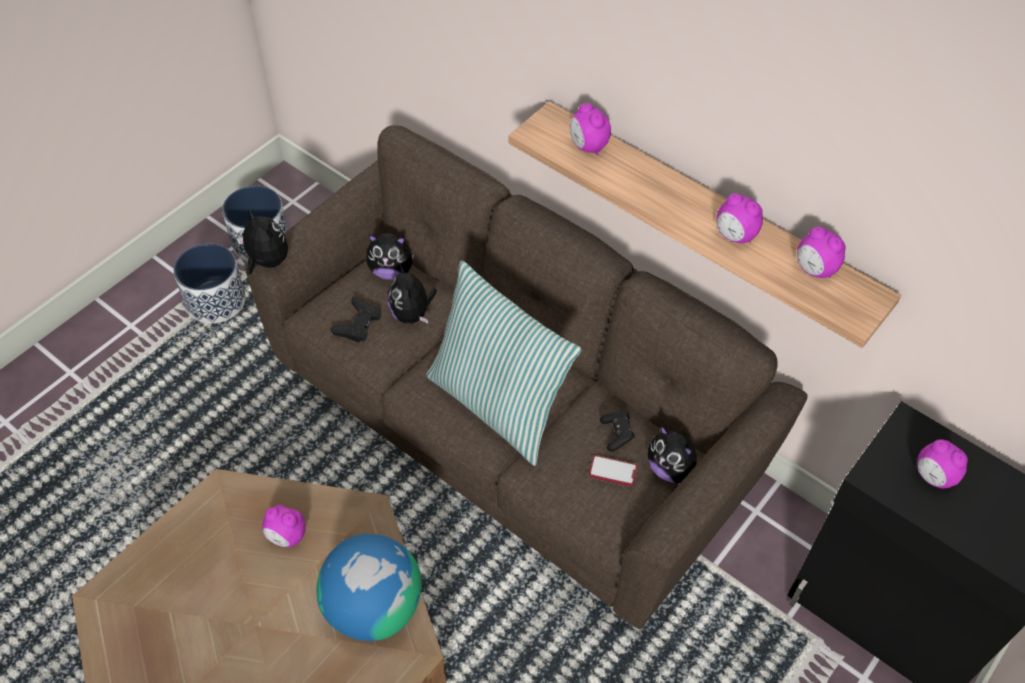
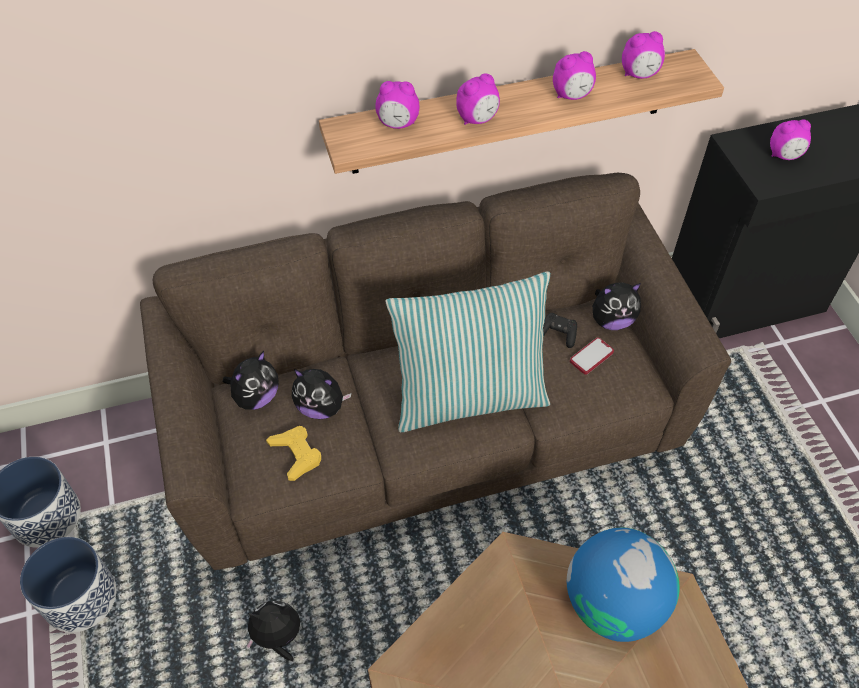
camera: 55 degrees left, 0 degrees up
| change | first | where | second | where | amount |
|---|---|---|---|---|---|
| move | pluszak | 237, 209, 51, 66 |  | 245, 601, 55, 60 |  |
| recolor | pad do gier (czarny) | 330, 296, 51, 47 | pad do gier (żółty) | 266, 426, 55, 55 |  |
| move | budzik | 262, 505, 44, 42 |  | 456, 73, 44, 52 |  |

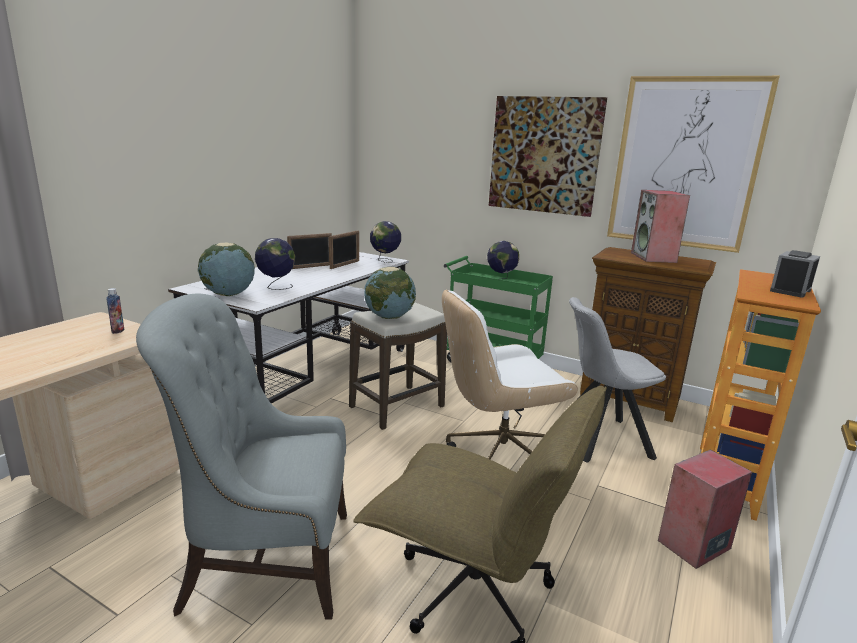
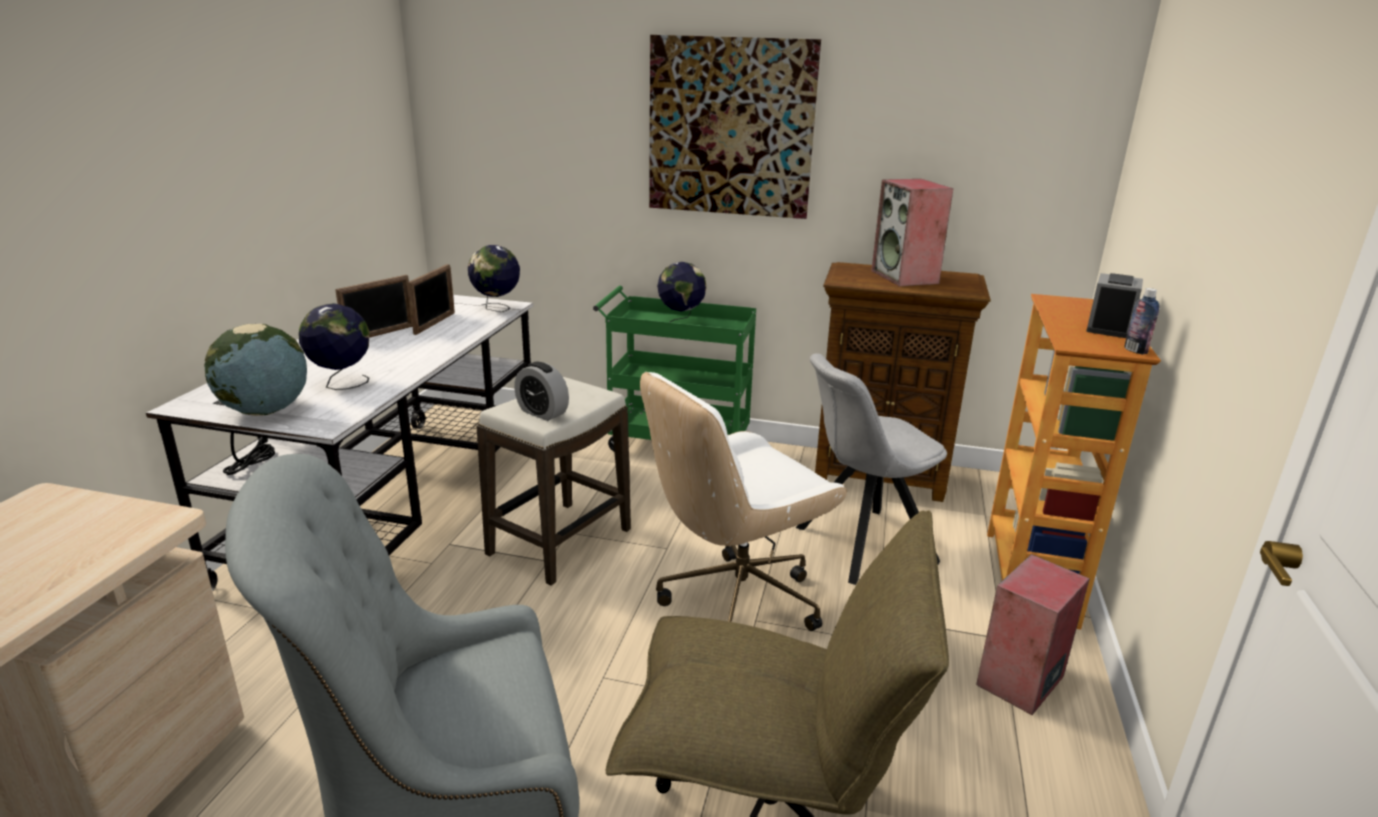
camera: 15 degrees left, 5 degrees up
| change | first | where | second | where | amount |
|---|---|---|---|---|---|
| replace | globus | 364, 267, 52, 52 | budzik | 514, 362, 55, 59 |  |
| move | butelka | 106, 288, 18, 46 |  | 1124, 288, 35, 67 |  |
| delete | obraz | 607, 76, 173, 177 |  |  |  |

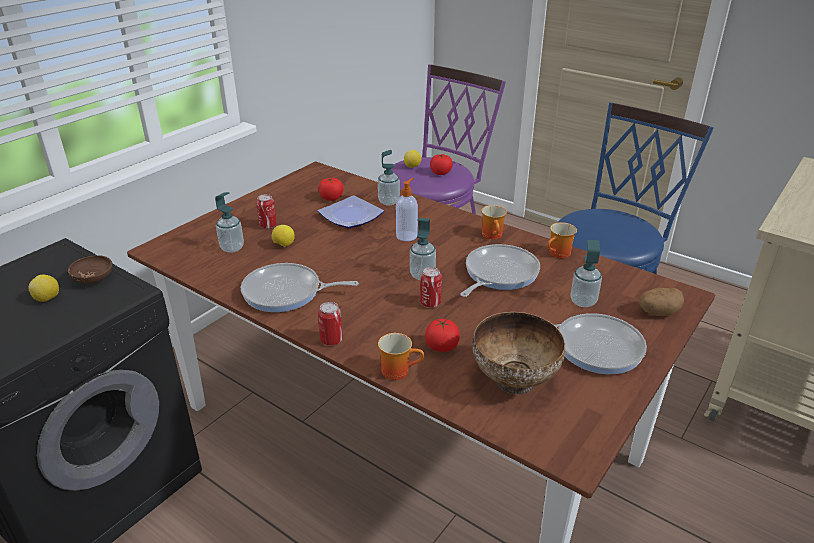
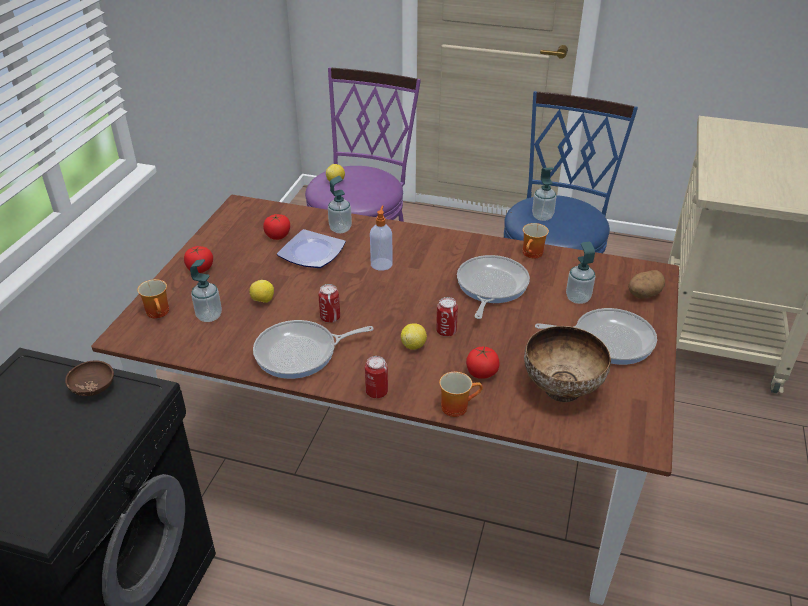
camera: 20 degrees left, 5 degrees up
| change | first | where | second | where | amount |
|---|---|---|---|---|---|
| move | kubek | 481, 205, 26, 35 |  | 137, 279, 32, 39 |  |
| move | pomidor | 430, 154, 23, 21 |  | 184, 246, 29, 27 |  |
| move | puszka | 256, 194, 21, 35 |  | 318, 284, 22, 39 |  |
| move | cytryna | 28, 275, 31, 27 |  | 401, 323, 26, 27 |  |
| move | dozownik mydła | 410, 218, 26, 62 |  | 532, 167, 24, 54 |  |

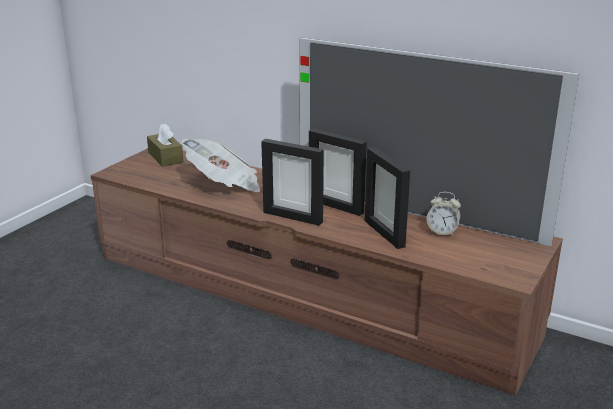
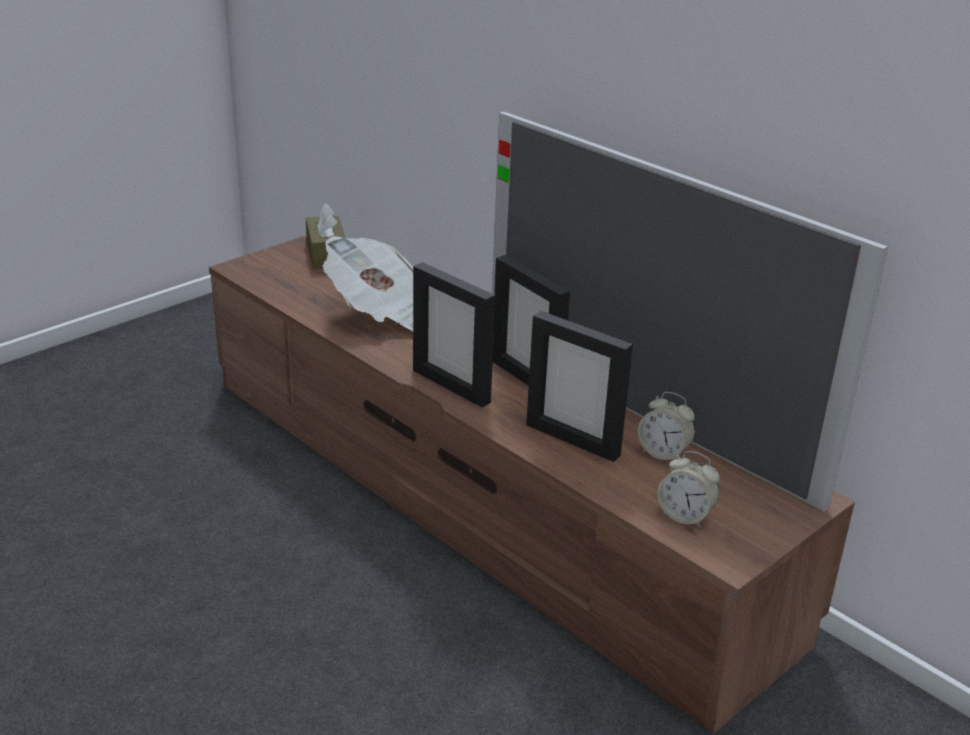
camera: 15 degrees right, 5 degrees up
| change | first | where | second | where | amount |
|---|---|---|---|---|---|
| rotate | ramka na zdjęcie | 365, 147, 45, 102 |  | 526, 311, 107, 151 | 45 degrees counterclockwise |
| insert |  |  | budzik | 657, 451, 63, 77 |  |

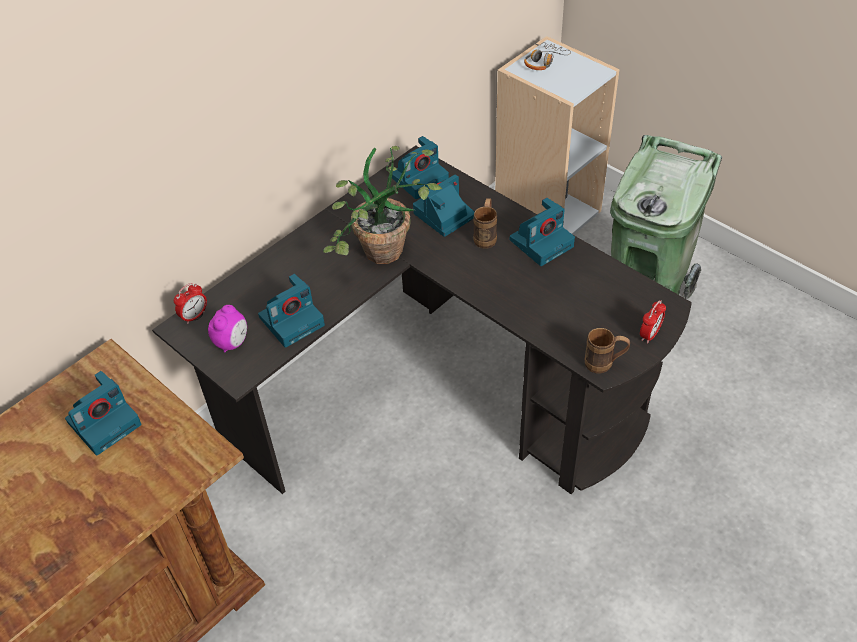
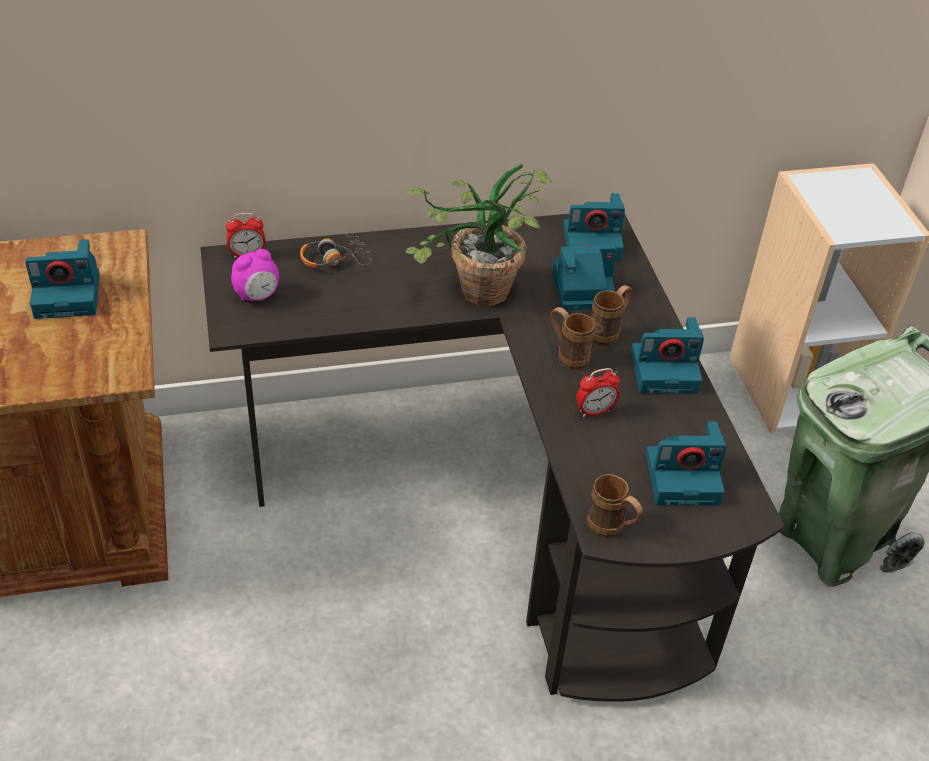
camera: 30 degrees right, 5 degrees down
| change | first | where | second | where | amount |
|---|---|---|---|---|---|
| move | słuchawki | 524, 42, 47, 28 |  | 300, 232, 72, 36 |  |
| insert |  |  | kubek (brązowy) | 550, 307, 45, 63 |  |
| move | budzik | 640, 300, 26, 44 |  | 576, 368, 44, 49 |  |
| move | aparat fotograficzny | 258, 274, 67, 74 |  | 646, 421, 81, 84 |  |

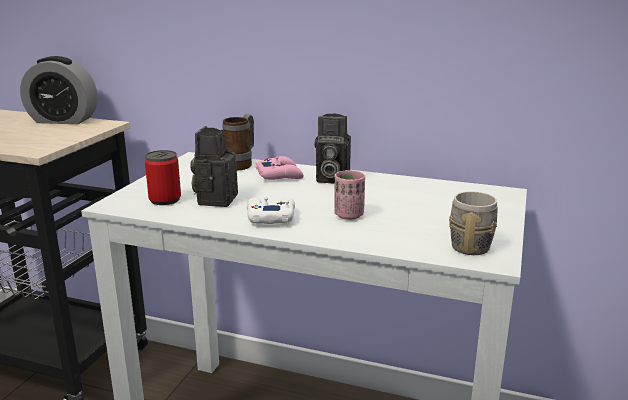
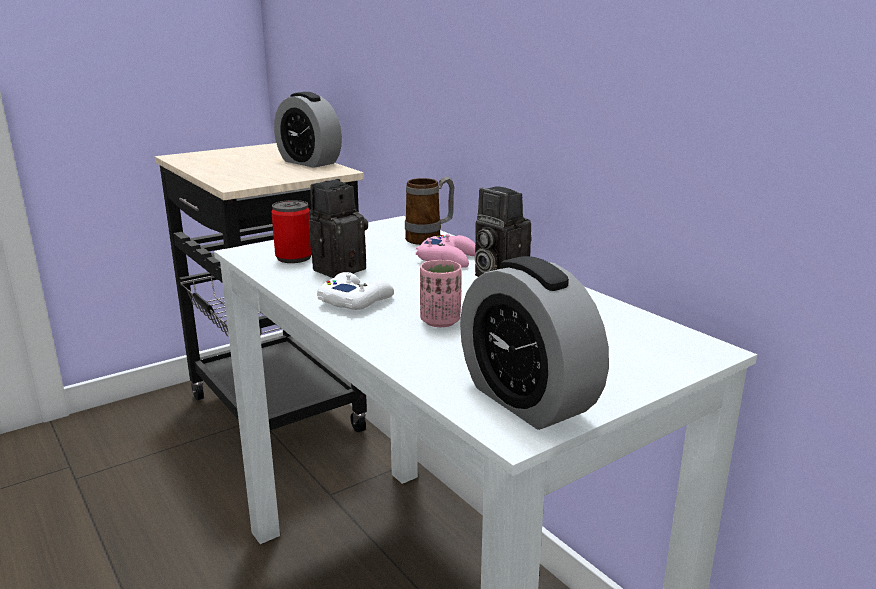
camera: 35 degrees right, 0 degrees up
| change | first | where | second | where | amount |
|---|---|---|---|---|---|
| replace | kubek (szary) | 449, 191, 49, 64 | budzik | 460, 256, 149, 174 |  |

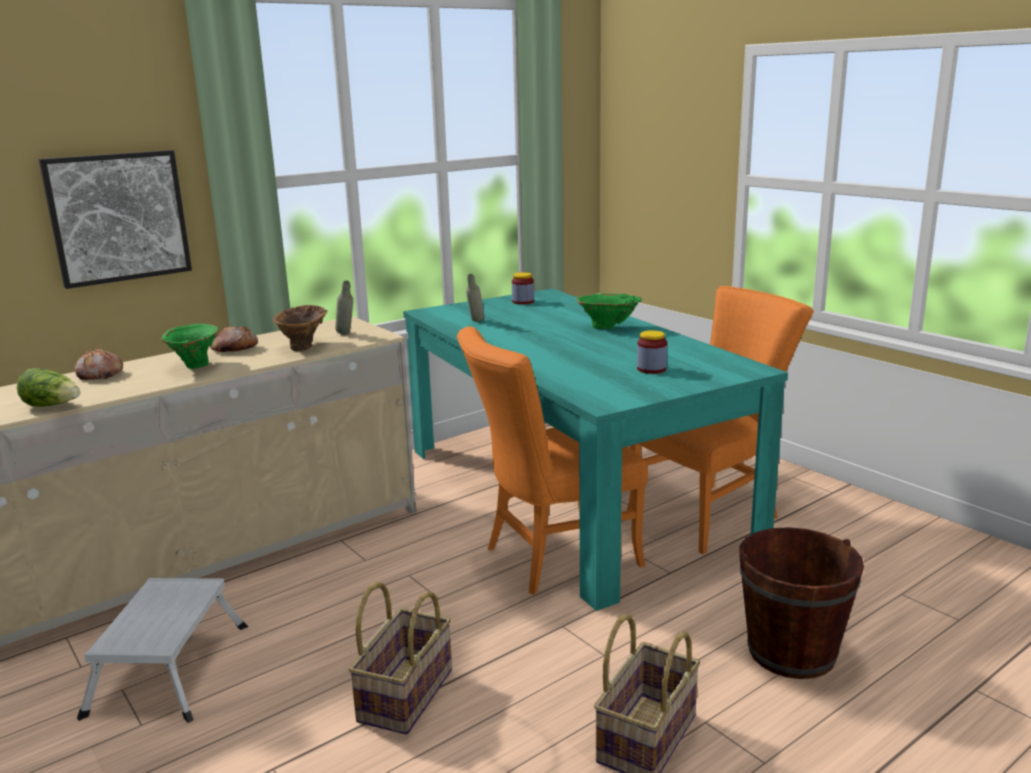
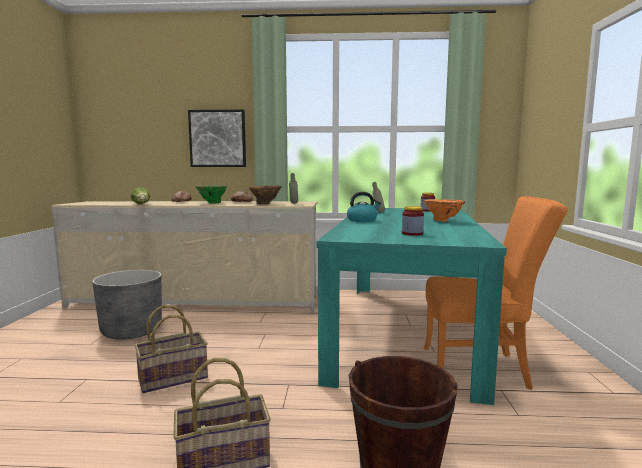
camera: 40 degrees right, 10 degrees down
| change | first | where | second | where | amount |
|---|---|---|---|---|---|
| replace | drabinka (biały) | 77, 578, 171, 145 | donica (szary) | 92, 269, 70, 71 |  |
| insert |  |  | czajnik | 347, 192, 34, 30 |  |
| recolor | wazon (zielony) | 577, 293, 64, 36 | wazon (pomarańczowy) | 424, 199, 41, 23 |  |
| delete | krzesło (pomarańczowy) | 457, 327, 191, 268 |  |  |  |

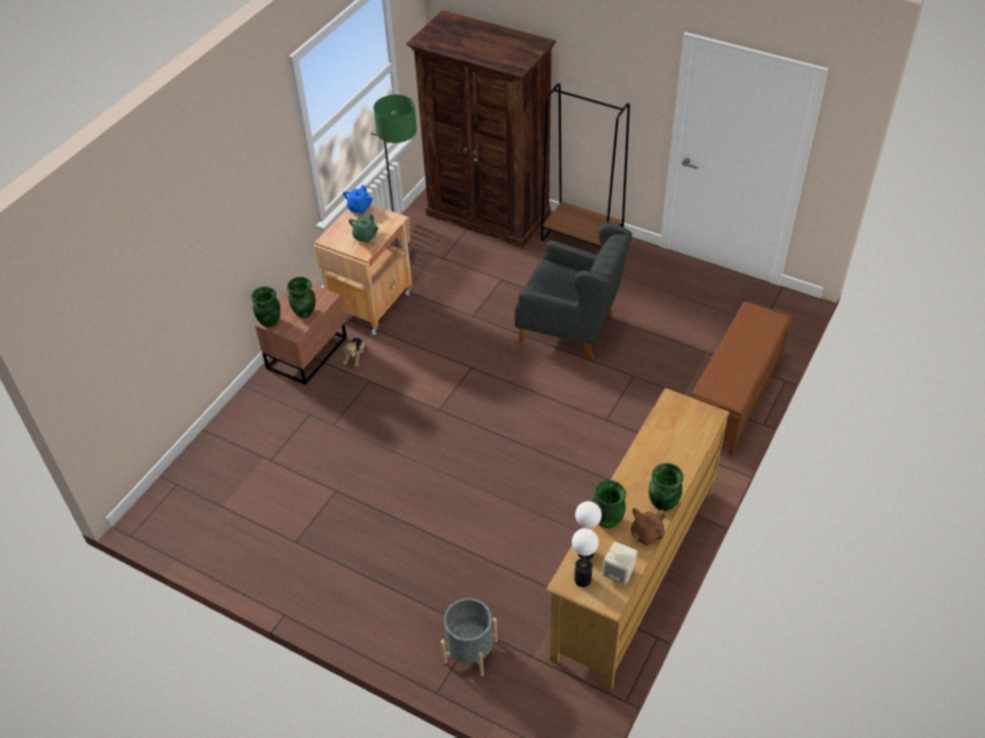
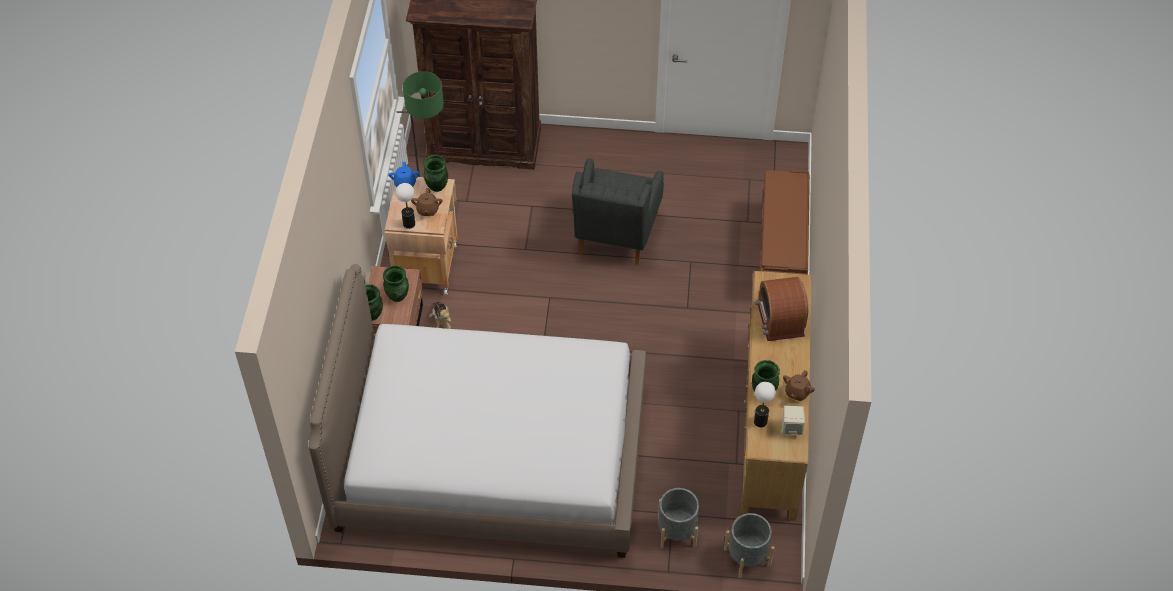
camera: 25 degrees left, 5 degrees up
| change | first | where | second | where | amount |
|---|---|---|---|---|---|
| insert |  |  | łóżko | 309, 264, 337, 294 |  |
| move | lampa stołowa | 572, 528, 27, 59 |  | 396, 183, 19, 46 |  |
| recolor | imbryk (zielony) | 349, 213, 29, 30 | imbryk (brązowy) | 411, 188, 31, 28 |  |
| move | wazon (zielony) | 649, 463, 34, 48 |  | 423, 155, 25, 37 |  |
| rotate | fotel (szary) | 515, 223, 117, 137 |  | 572, 158, 92, 107 | 105 degrees clockwise |
| insert |  |  | donica (szary) | 724, 513, 51, 65 |  |
| insert |  |  | radio | 755, 277, 53, 64 |  |
| delete | wieszak | 541, 83, 89, 164 |  |  |  |

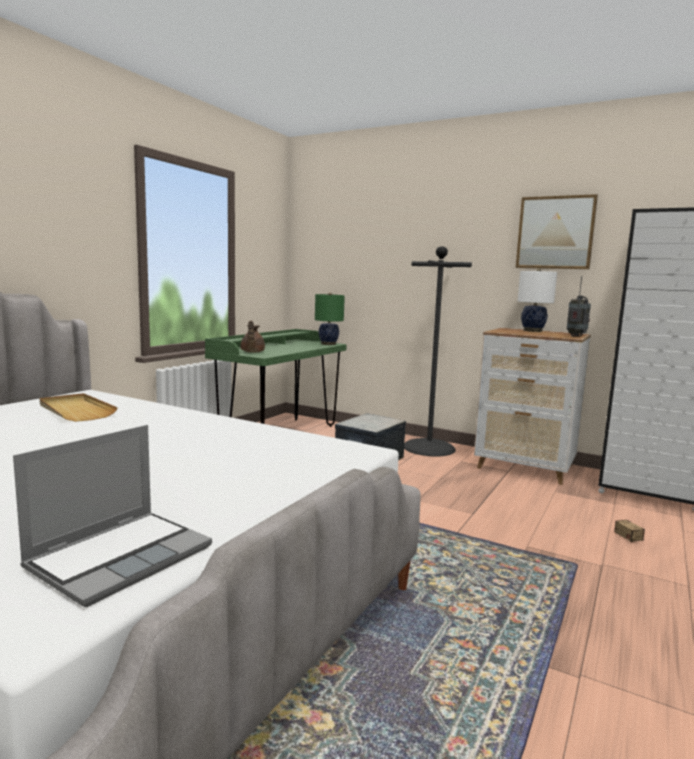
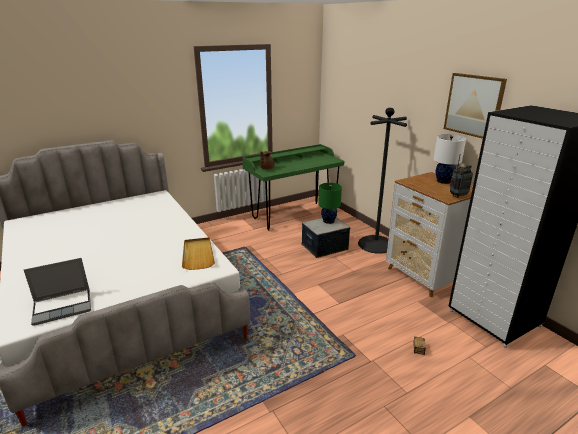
camera: 30 degrees right, 15 degrees up
| change | first | where | second | where | amount |
|---|---|---|---|---|---|
| move | taca (beżowy) | 40, 393, 78, 29 |  | 182, 237, 33, 33 |  |
| move | lampa stołowa (zielony) | 315, 292, 30, 53 |  | 318, 183, 24, 41 |  |

